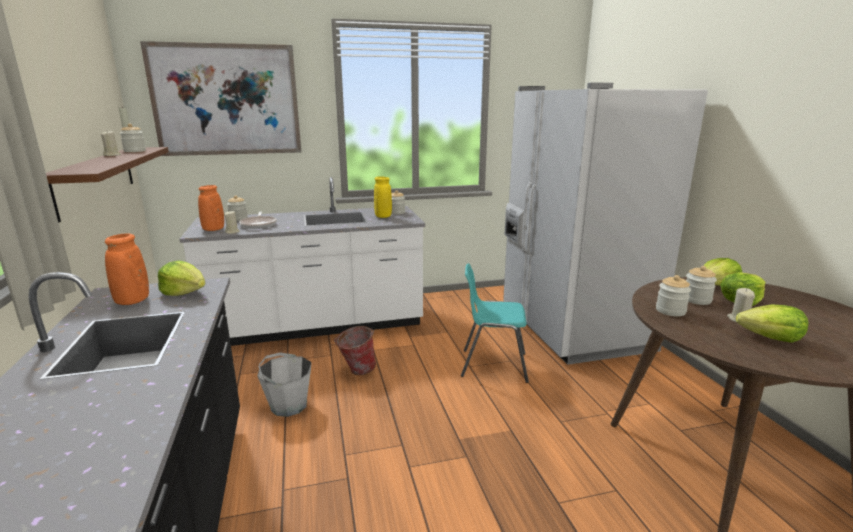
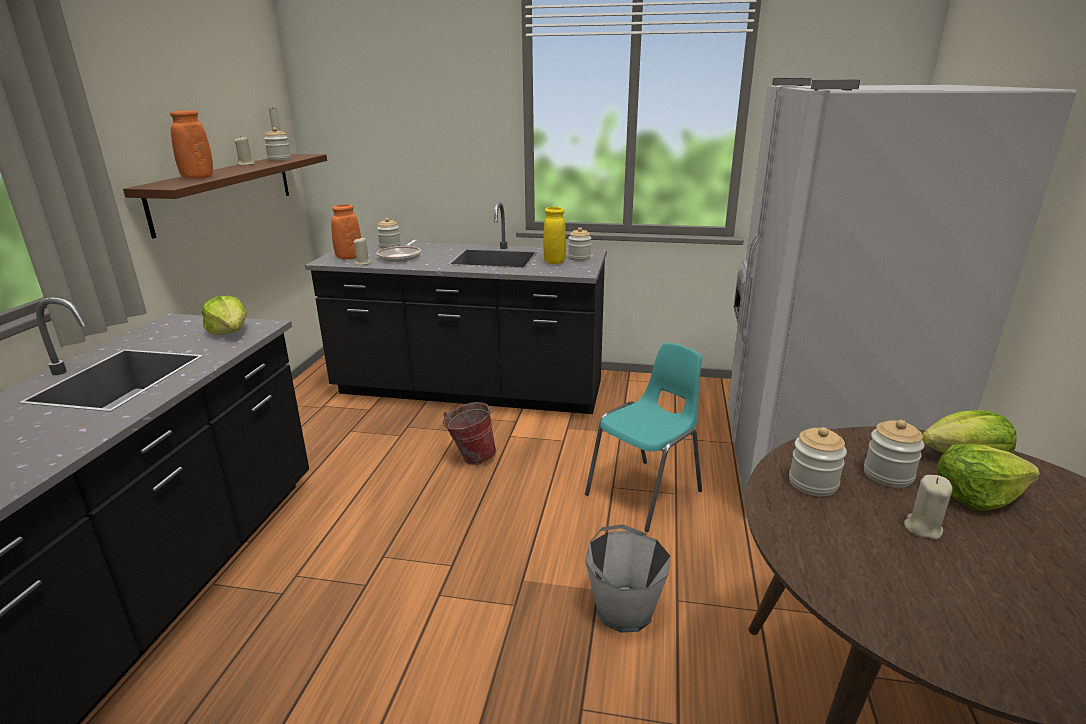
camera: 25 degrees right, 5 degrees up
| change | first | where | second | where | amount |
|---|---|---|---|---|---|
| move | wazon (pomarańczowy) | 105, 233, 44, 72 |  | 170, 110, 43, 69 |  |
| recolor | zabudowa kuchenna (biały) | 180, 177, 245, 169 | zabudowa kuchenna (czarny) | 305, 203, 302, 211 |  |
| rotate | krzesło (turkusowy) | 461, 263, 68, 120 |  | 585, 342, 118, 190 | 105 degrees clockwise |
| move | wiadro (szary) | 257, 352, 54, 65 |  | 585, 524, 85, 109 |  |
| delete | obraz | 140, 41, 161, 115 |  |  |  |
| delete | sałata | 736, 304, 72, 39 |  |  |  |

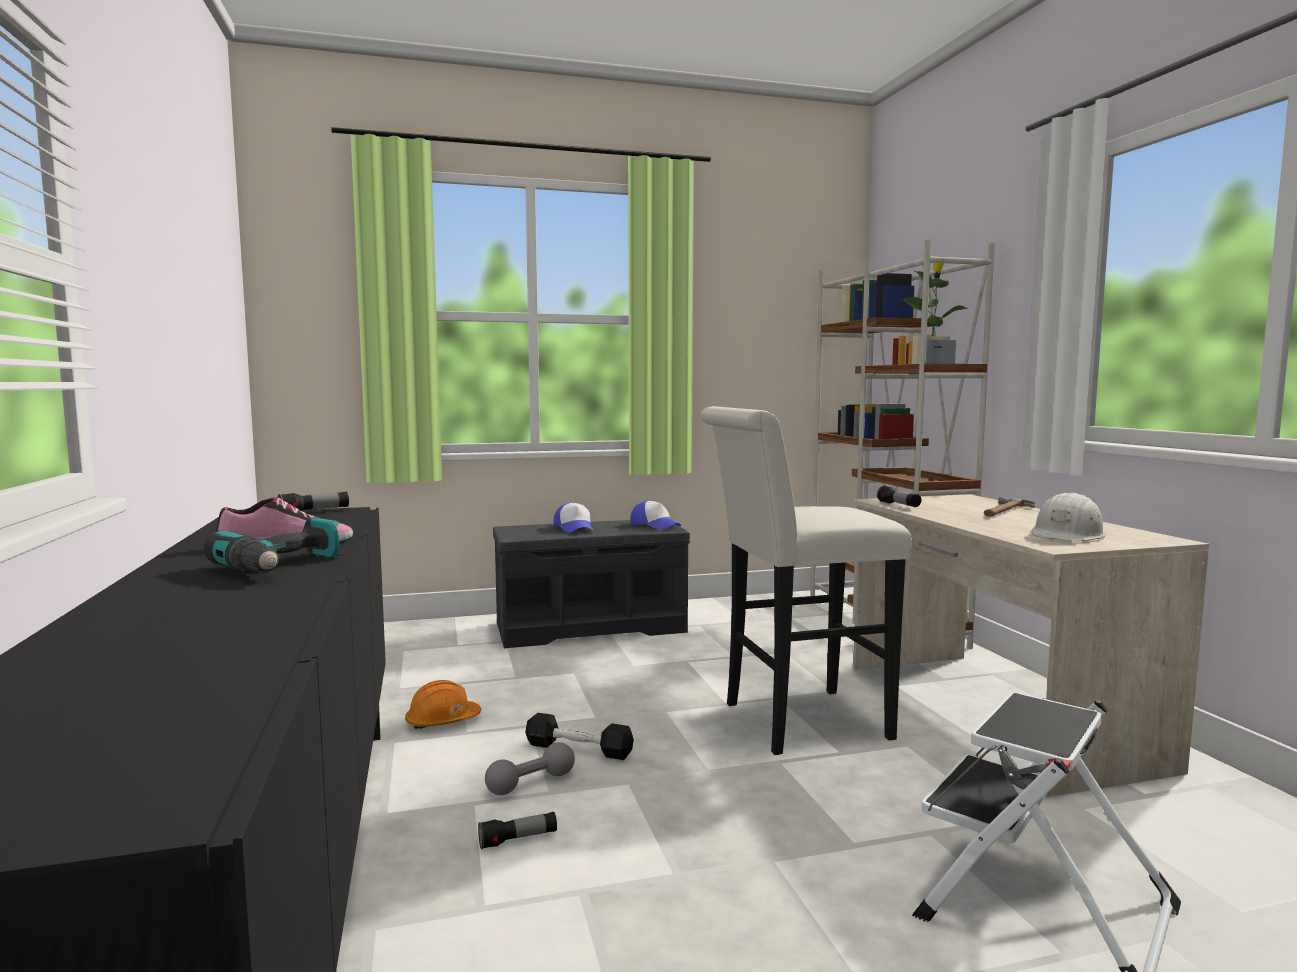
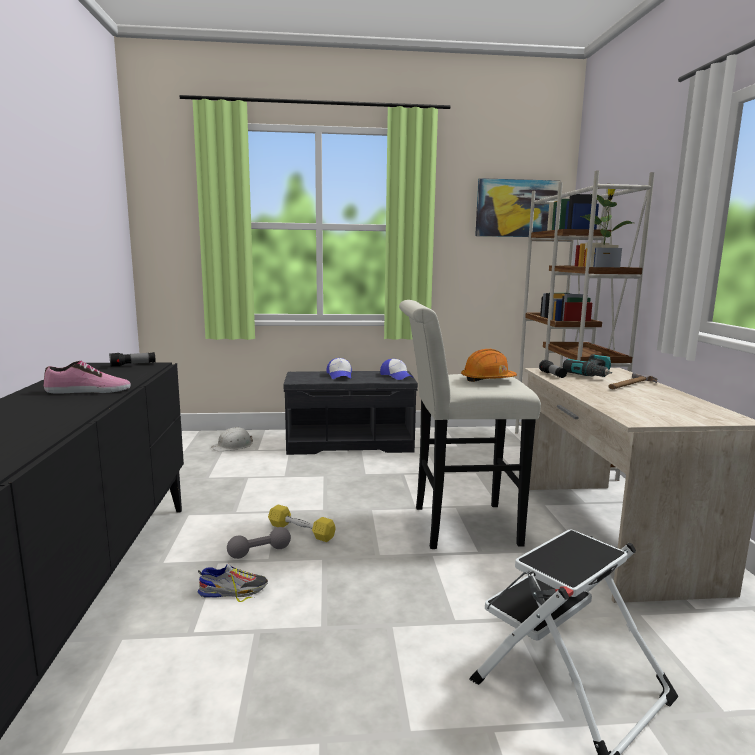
camera: 10 degrees right, 5 degrees up
| change | first | where | second | where | amount |
|---|---|---|---|---|---|
| replace | latarka | 478, 812, 79, 38 | but | 197, 563, 71, 39 |  |
| move | kask (biały) | 1032, 492, 74, 49 |  | 211, 427, 42, 24 |  |
| recolor | hantel (czarny) | 525, 713, 109, 47 | hantel (żółty) | 268, 504, 68, 38 |  |
| move | kask (pomarańczowy) | 405, 680, 76, 49 |  | 461, 349, 56, 33 |  |
| insert |  |  | obraz | 475, 178, 85, 59 |  |
| move | wiertarka | 204, 517, 137, 56 |  | 563, 354, 49, 23 |  |

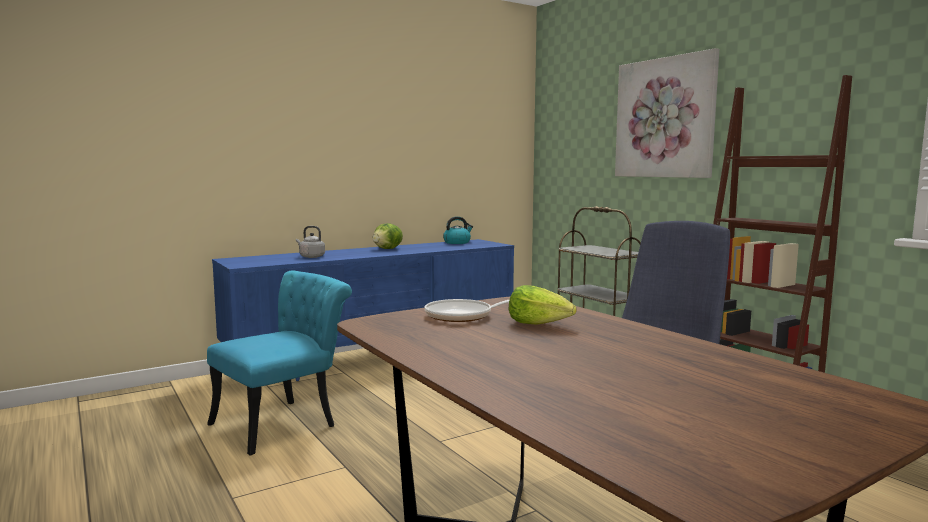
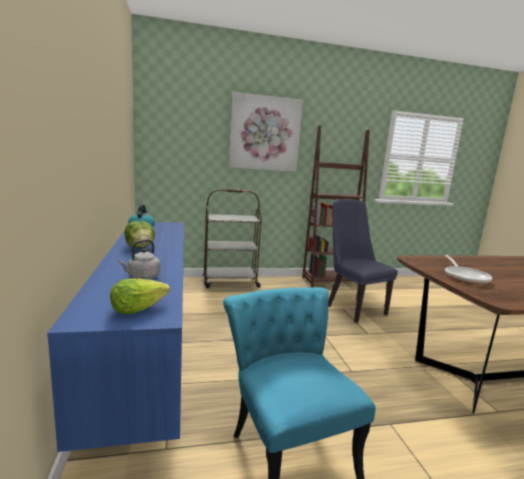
camera: 70 degrees left, 5 degrees up
| change | first | where | second | where | amount |
|---|---|---|---|---|---|
| move | sałata | 509, 285, 68, 40 |  | 110, 278, 60, 36 |  |

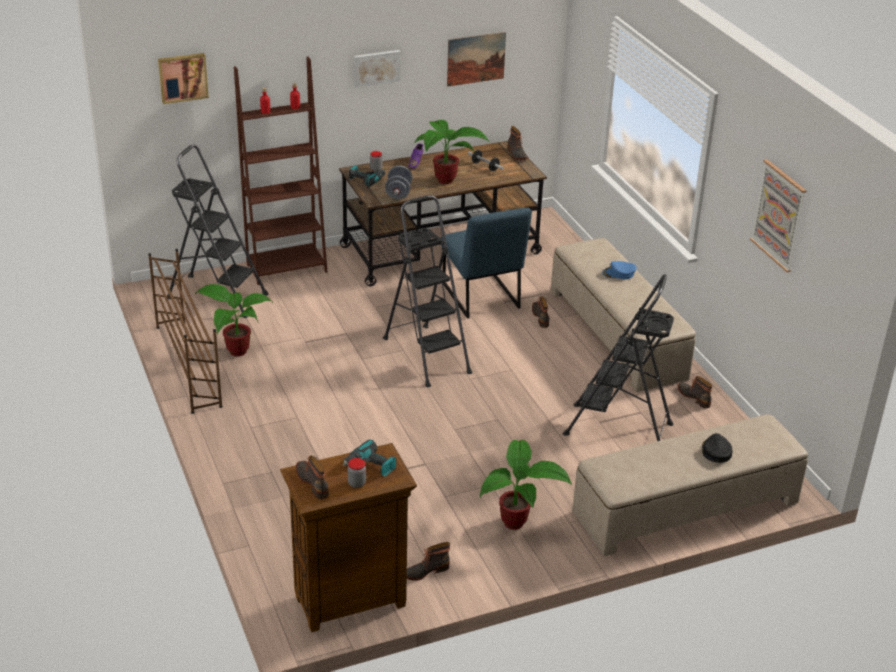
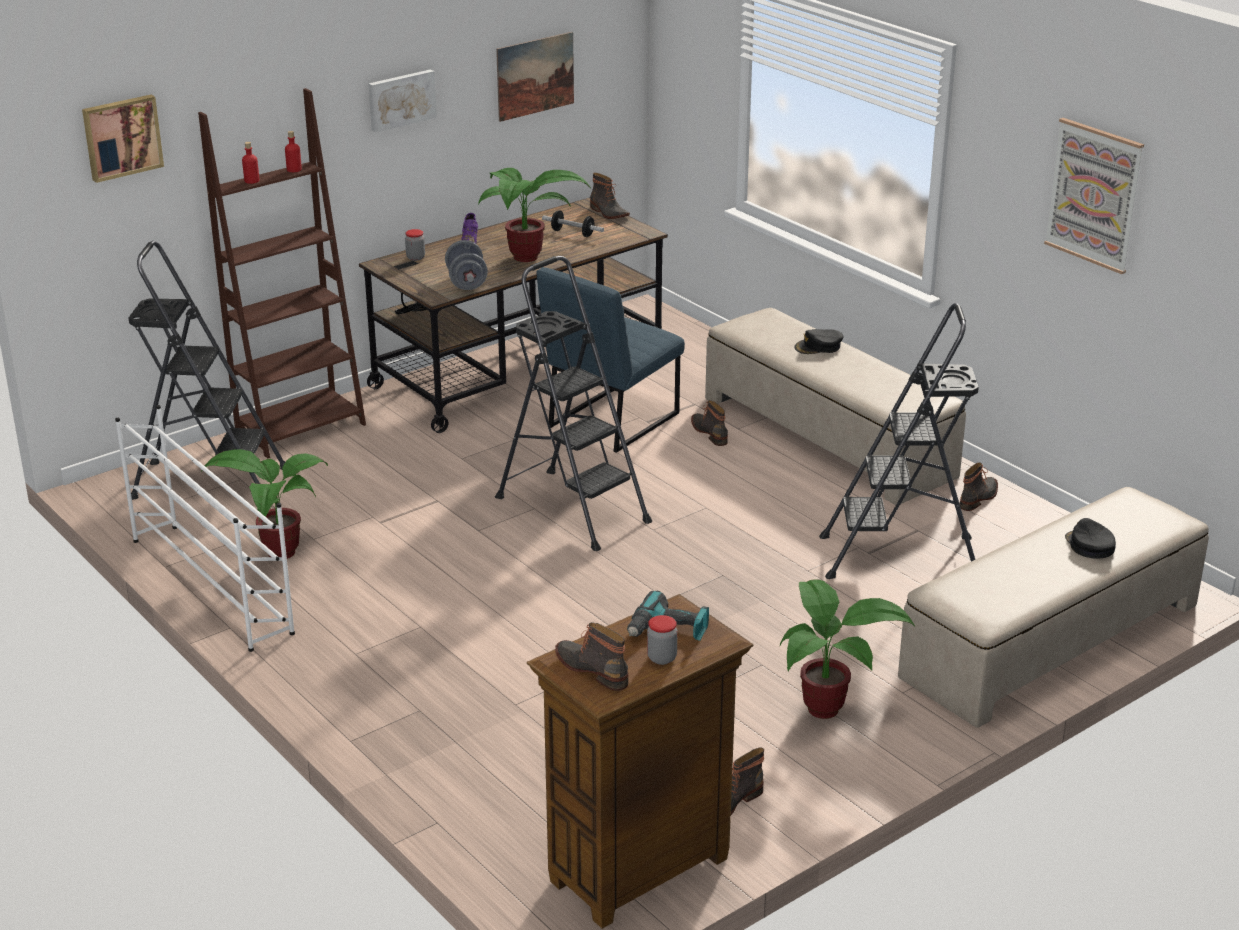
camera: 15 degrees left, 5 degrees down
| change | first | where | second | where | amount |
|---|---|---|---|---|---|
| recolor | regał na buty (brązowy) | 148, 249, 75, 165 | regał na buty (biały) | 115, 405, 180, 247 |  |
| rotate | krzesło (niebieski) | 441, 208, 91, 111 |  | 537, 267, 148, 186 | 75 degrees clockwise |
| recolor | czapka z daszkiem (niebieski) | 602, 261, 35, 19 | czapka z daszkiem (czarny) | 794, 329, 49, 25 |  |
| rotate | but z cholewką | 677, 376, 35, 32 |  | 960, 462, 38, 49 | 90 degrees clockwise |
| delete | wiertarka | 349, 165, 36, 22 |  |  |  |

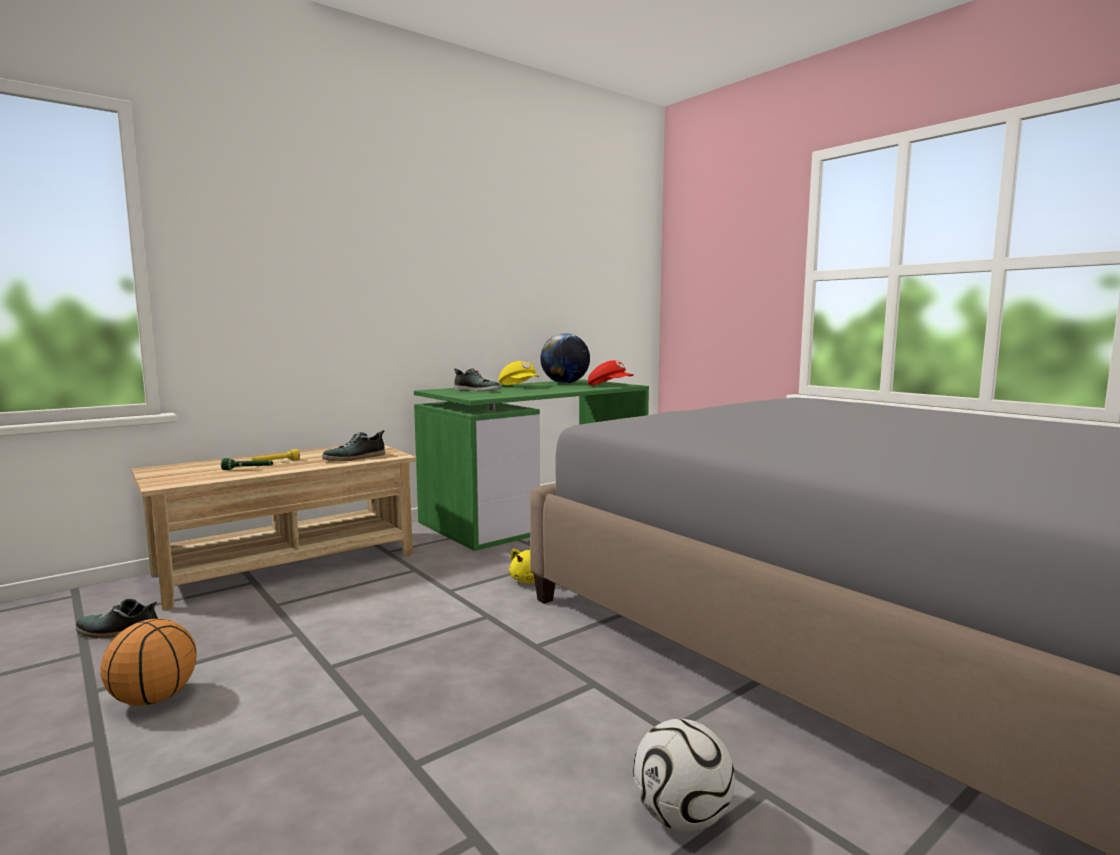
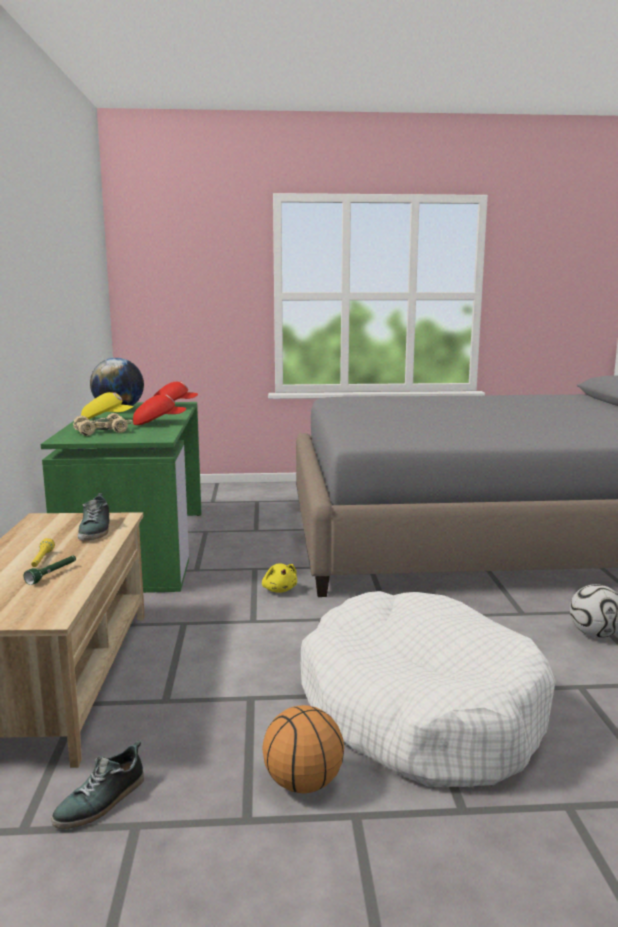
camera: 55 degrees left, 5 degrees up
| change | first | where | second | where | amount |
|---|---|---|---|---|---|
| replace | but | 454, 368, 47, 23 | samochodzik (beżowy) | 73, 413, 60, 23 |  |
| insert |  |  | czapka z daszkiem (czerwony) | 133, 394, 54, 31 |  |
| insert |  |  | legowisko (biały) | 301, 591, 254, 196 |  |

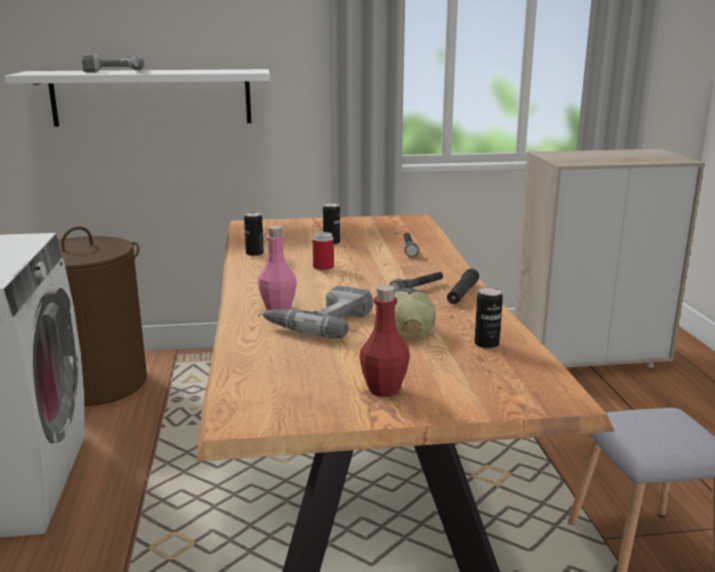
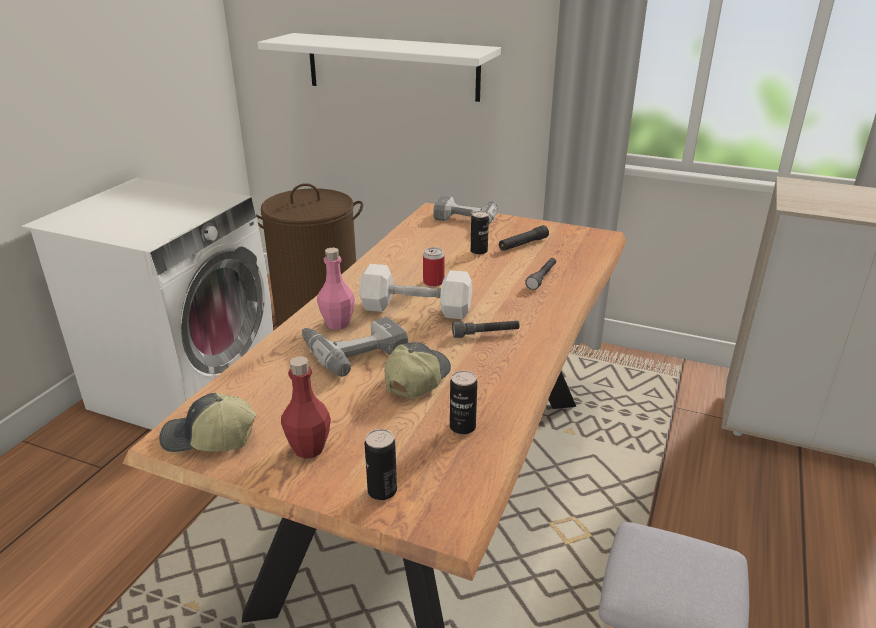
camera: 30 degrees right, 10 degrees up
| change | first | where | second | where | amount |
|---|---|---|---|---|---|
| insert |  |  | czapka z daszkiem | 159, 392, 98, 60 |  |
| insert |  |  | hantel (biały) | 359, 264, 113, 55 |  |
| move | puszka | 244, 212, 20, 44 |  | 365, 429, 32, 71 |  |
| move | wiertarka | 82, 54, 62, 18 |  | 433, 196, 65, 28 |  |
| move | latarka (czarny) | 447, 269, 32, 35 |  | 499, 225, 50, 26 |  |

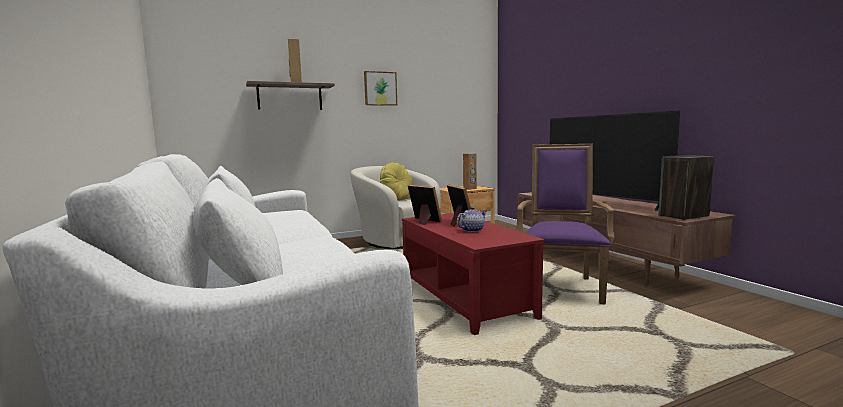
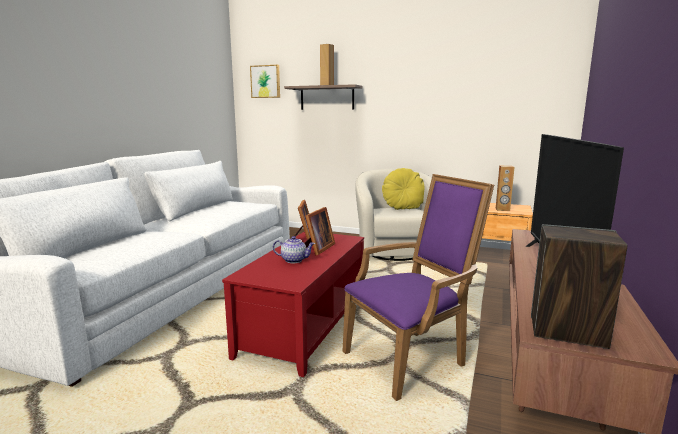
camera: 45 degrees right, 5 degrees up
| change | first | where | second | where | amount |
|---|---|---|---|---|---|
| move | obraz | 364, 71, 33, 35 |  | 250, 65, 30, 33 |  |

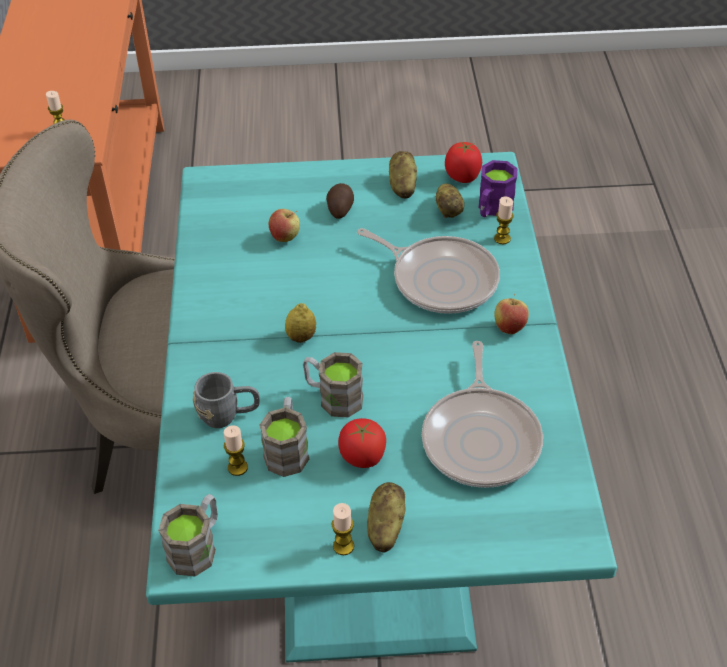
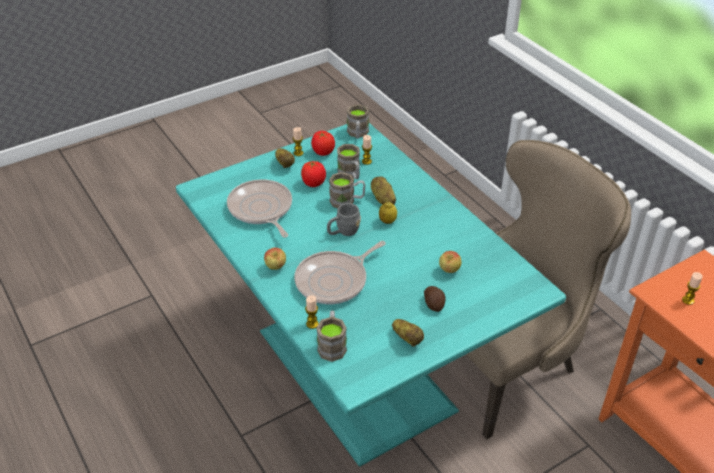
camera: 150 degrees right, 5 degrees down
| change | first | where | second | where | amount |
|---|---|---|---|---|---|
| rotate | patelnia | 357, 228, 143, 86 |  | 294, 241, 92, 63 | 45 degrees counterclockwise |
| move | pomidor | 445, 142, 37, 41 |  | 311, 131, 24, 25 |  |
| recolor | kubek (fioletowy) | 479, 160, 38, 57 | kubek (brązowy) | 316, 311, 31, 51 |  |
| move | kubek (szary) | 193, 372, 67, 56 |  | 327, 203, 34, 33 |  |
| move | ziemniak | 436, 183, 28, 35 |  | 371, 176, 25, 29 |  |

